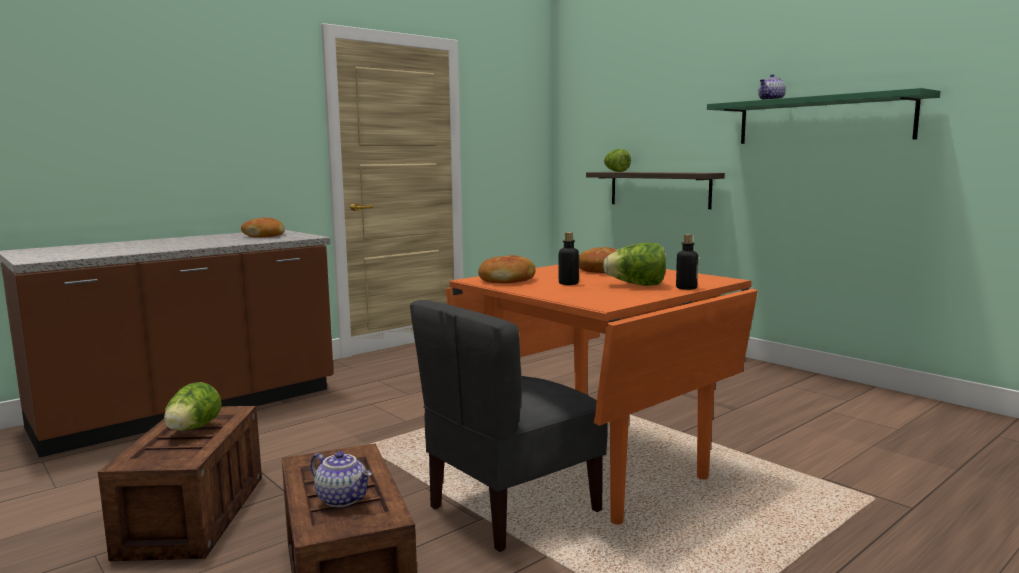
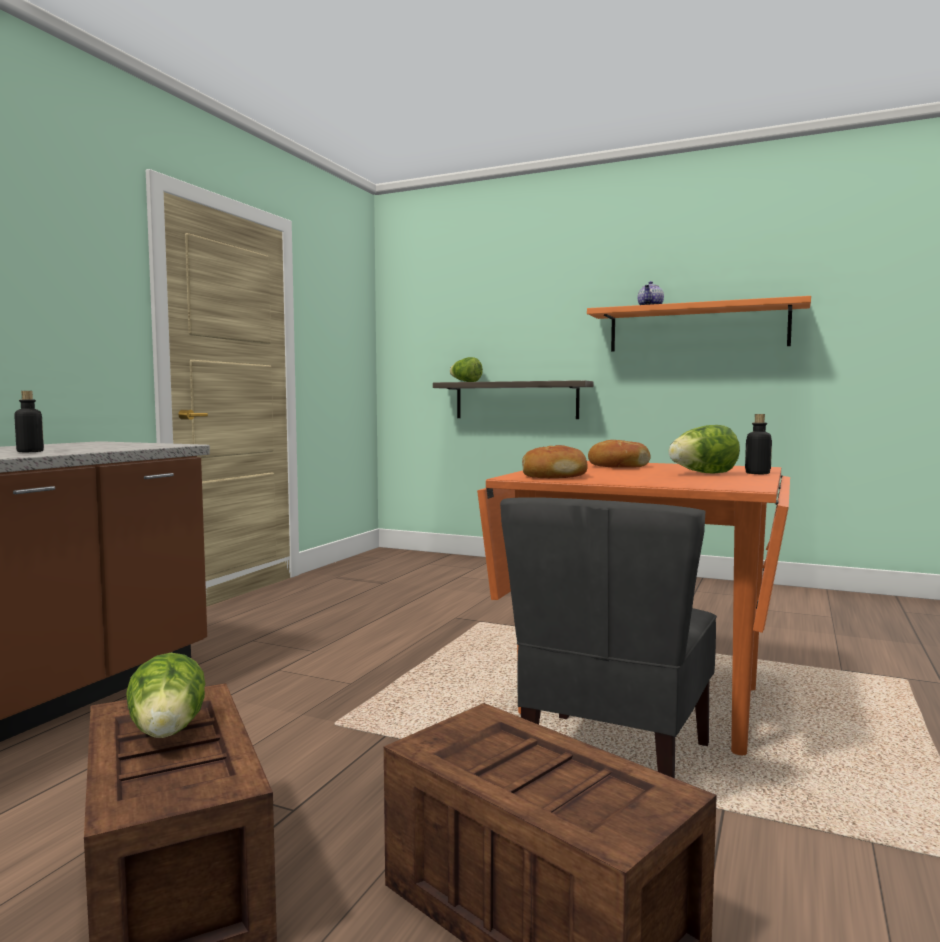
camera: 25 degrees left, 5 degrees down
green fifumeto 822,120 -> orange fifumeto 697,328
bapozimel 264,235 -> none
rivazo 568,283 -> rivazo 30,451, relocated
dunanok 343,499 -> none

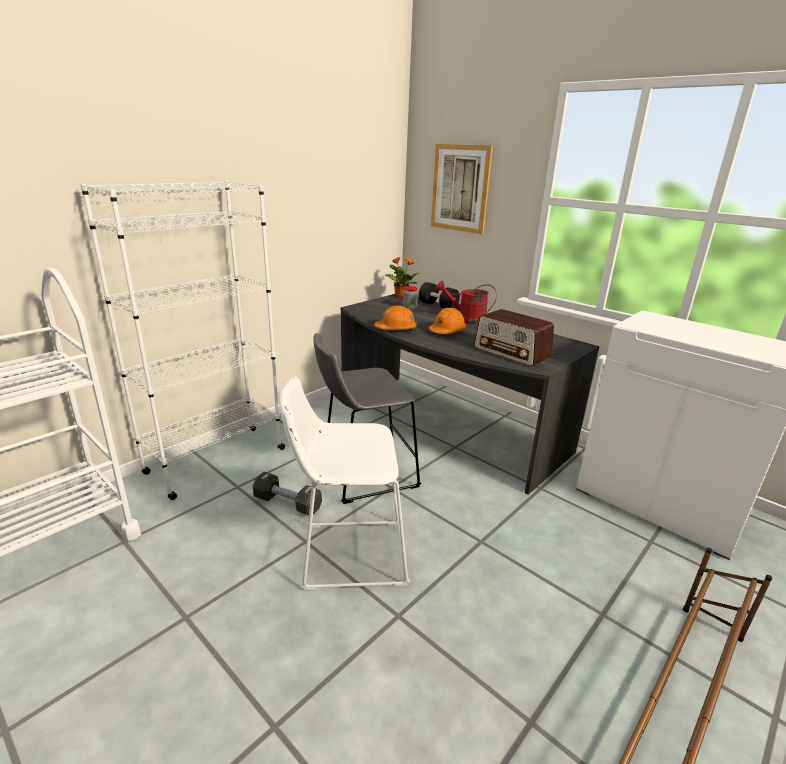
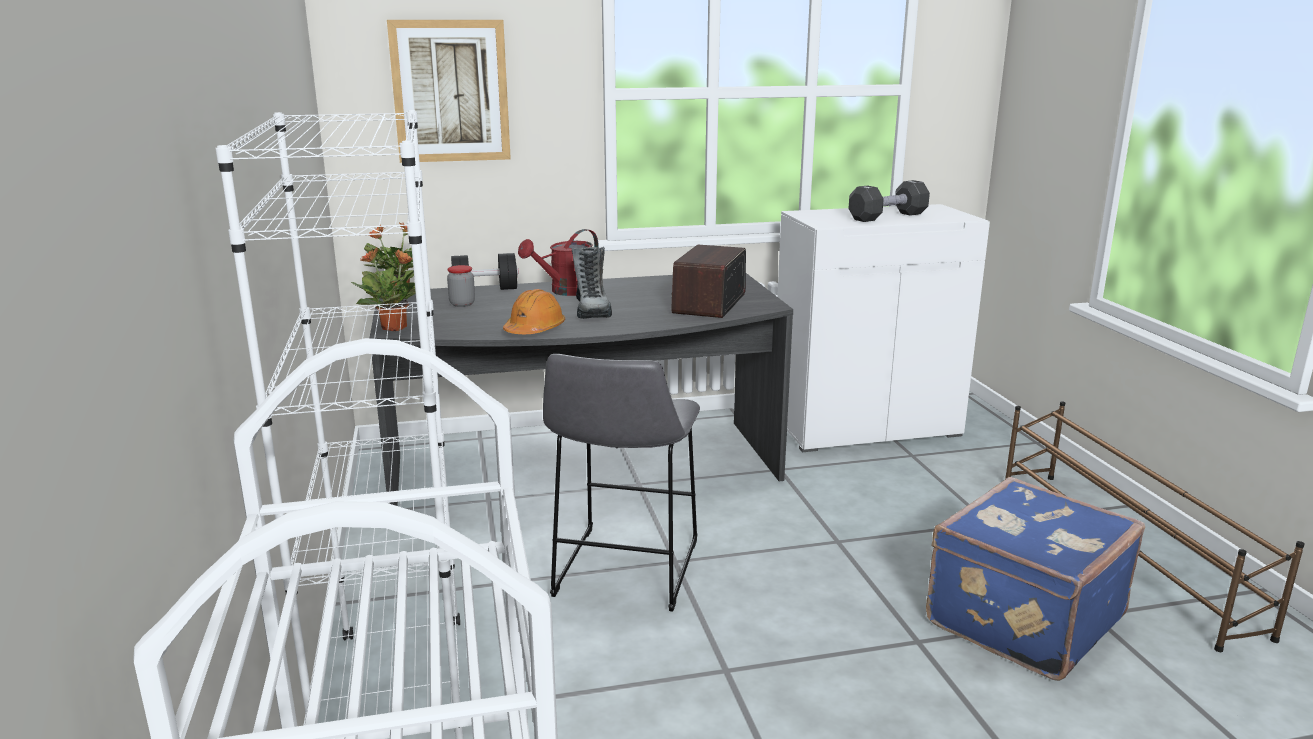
camera: 55 degrees left, 5 degrees down
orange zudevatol 447,331 -> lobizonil 592,310
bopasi 512,352 -> bopasi 709,303, 120 degrees clockwise
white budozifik 347,553 -> none
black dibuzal 287,503 -> black dibuzal 887,217, relocated
none -> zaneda 395,328
none -> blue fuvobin 1020,619

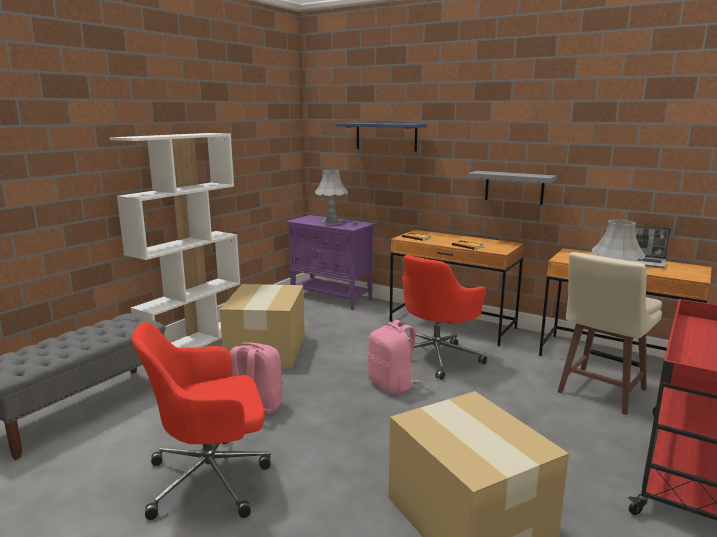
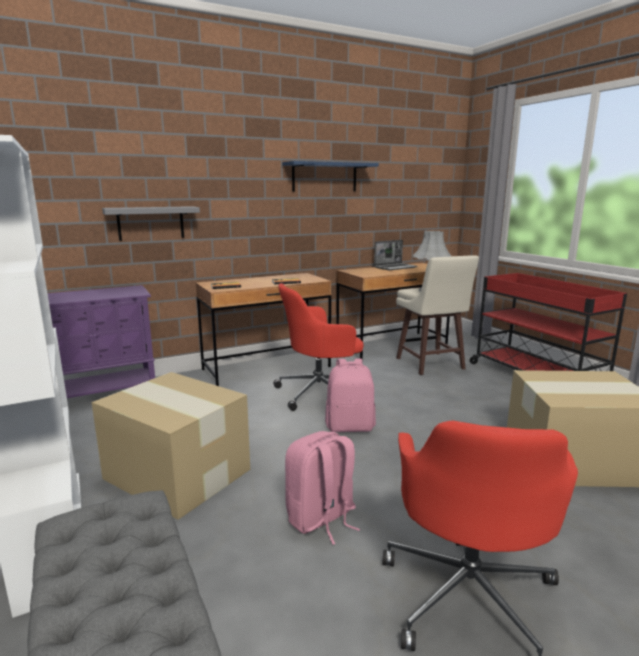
camera: 60 degrees left, 0 degrees up
blue fifumeto 386,136 -> blue fifumeto 324,177, relocated
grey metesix 331,223 -> none
grey fifumeto 514,187 -> grey fifumeto 151,223, relocated
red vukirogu 437,357 -> red vukirogu 320,393, 90 degrees clockwise

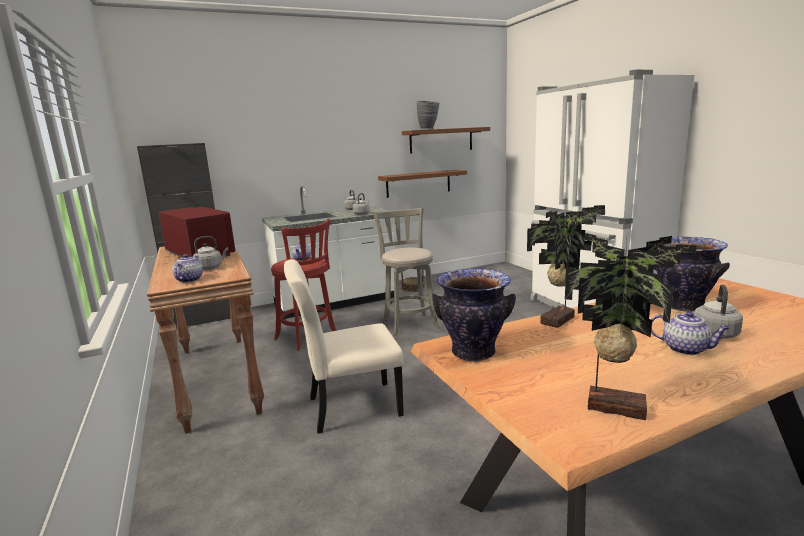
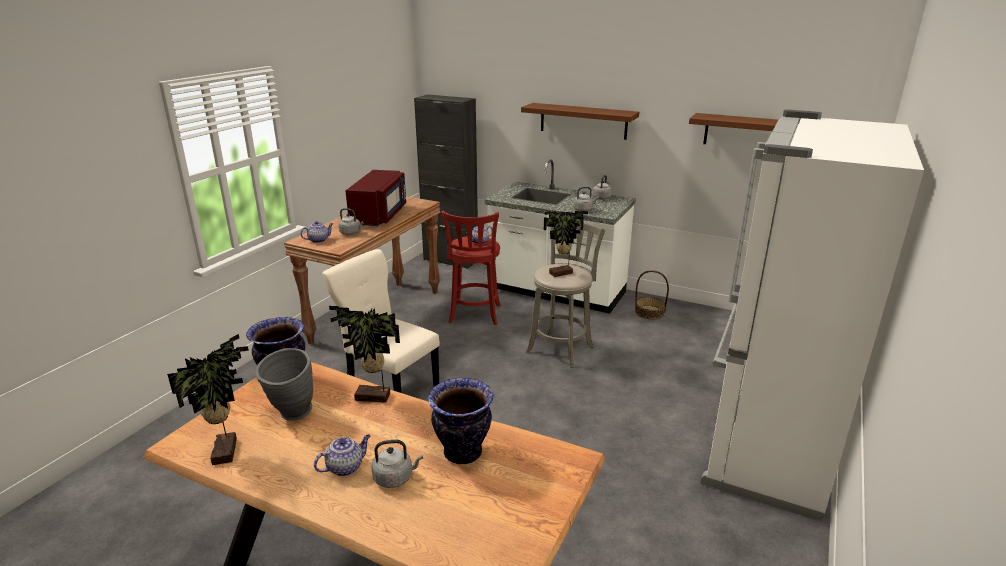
camera: 50 degrees right, 10 degrees up
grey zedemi 429,129 -> grey zedemi 292,416, relocated
brown fifumeto 418,183 -> brown fifumeto 583,121, relocated
dunanok 686,349 -> dunanok 345,467, 120 degrees counterclockwise
none -> zaneda 562,274

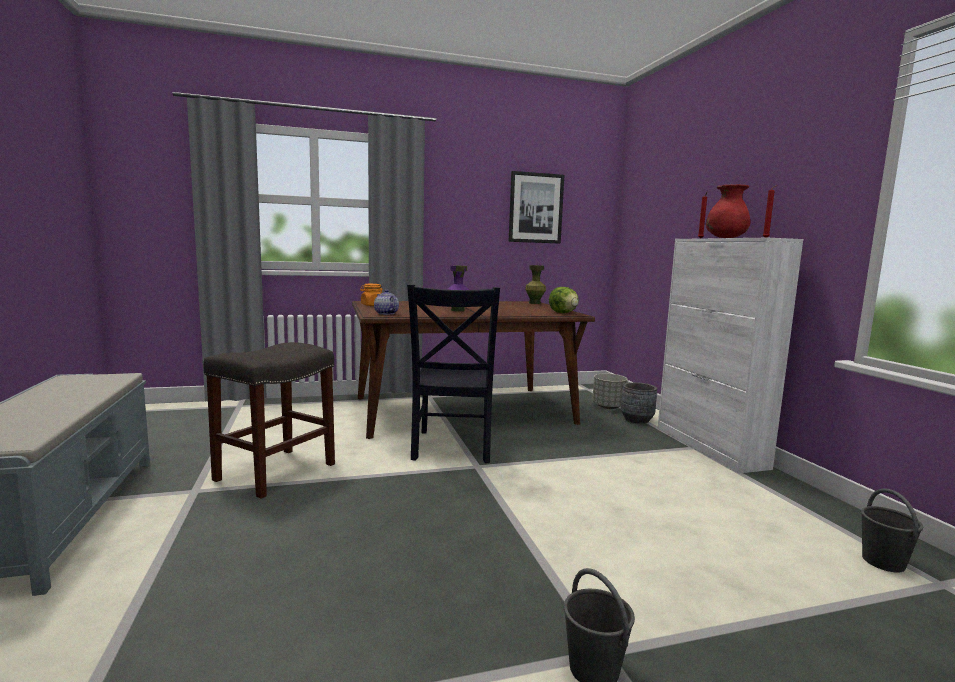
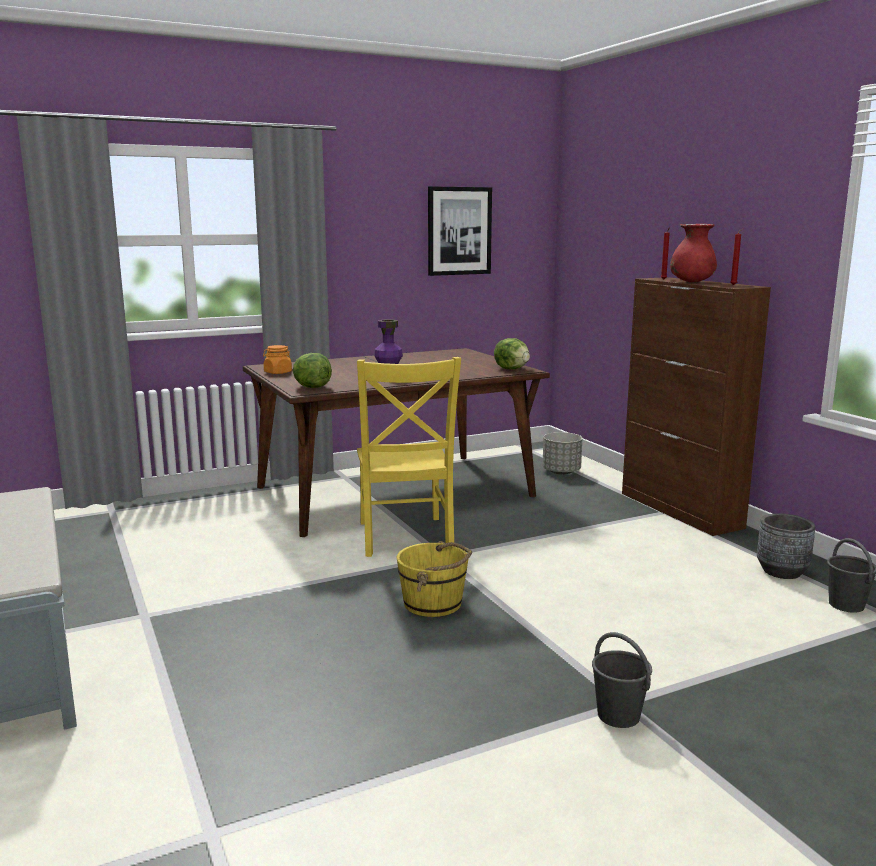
camera: 10 degrees left, 5 degrees up
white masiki 709,447 -> brown masiki 680,510
green zedemi 535,303 -> none
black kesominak 451,448 -> yellow kesominak 404,538
dunanok 385,313 -> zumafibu 311,387
grey budozifik 276,471 -> none
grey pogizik 637,420 -> grey pogizik 782,571, relocated
none -> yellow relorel 434,603

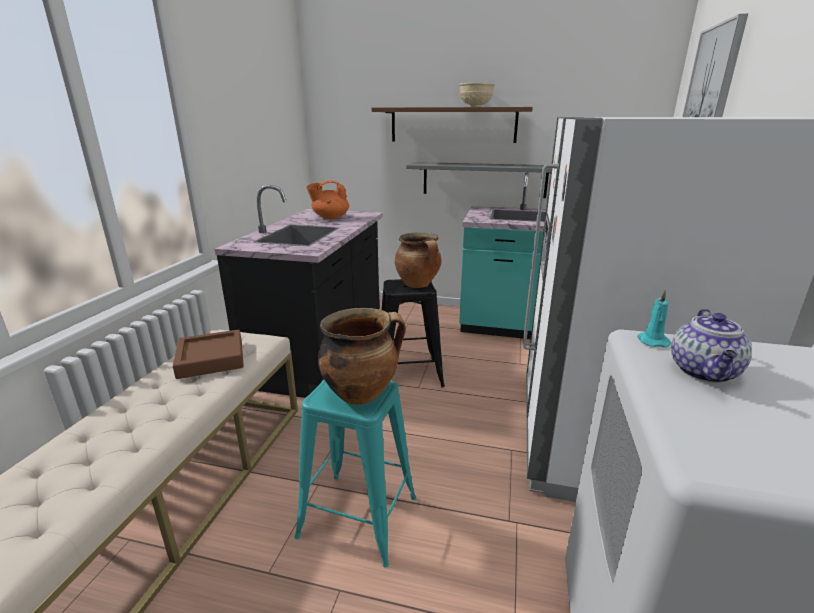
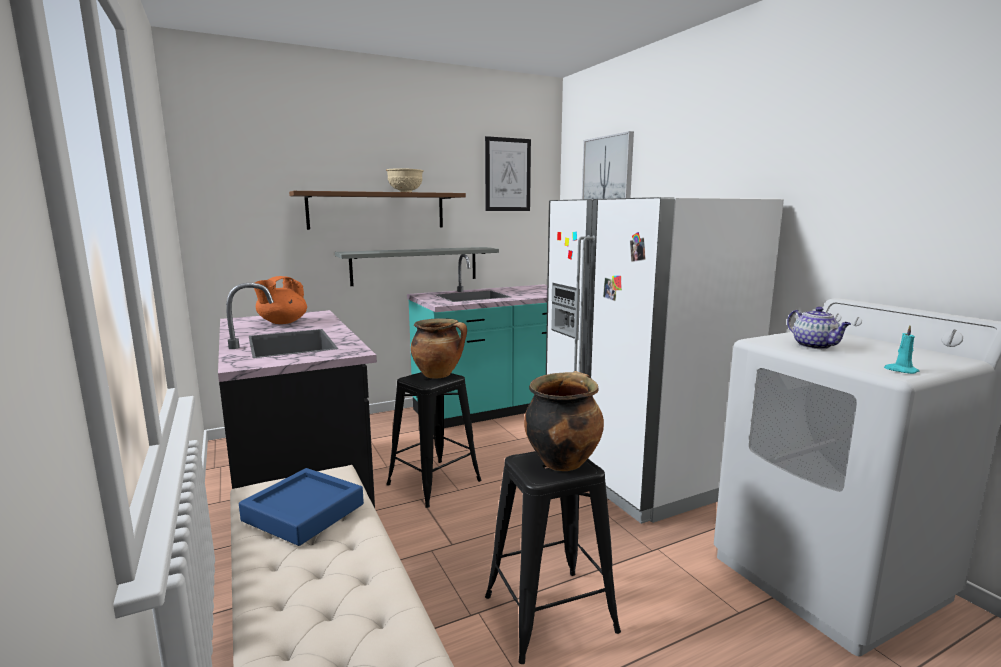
camera: 40 degrees left, 10 degrees down
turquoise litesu 652,341 -> turquoise litesu 900,370, relocated
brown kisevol 211,359 -> blue kisevol 304,512
turquoise budozifik 357,516 -> black budozifik 549,614
none -> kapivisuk 507,175

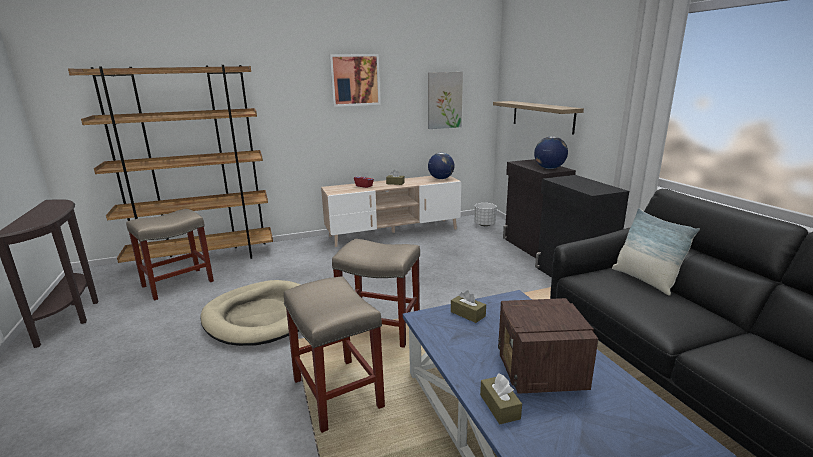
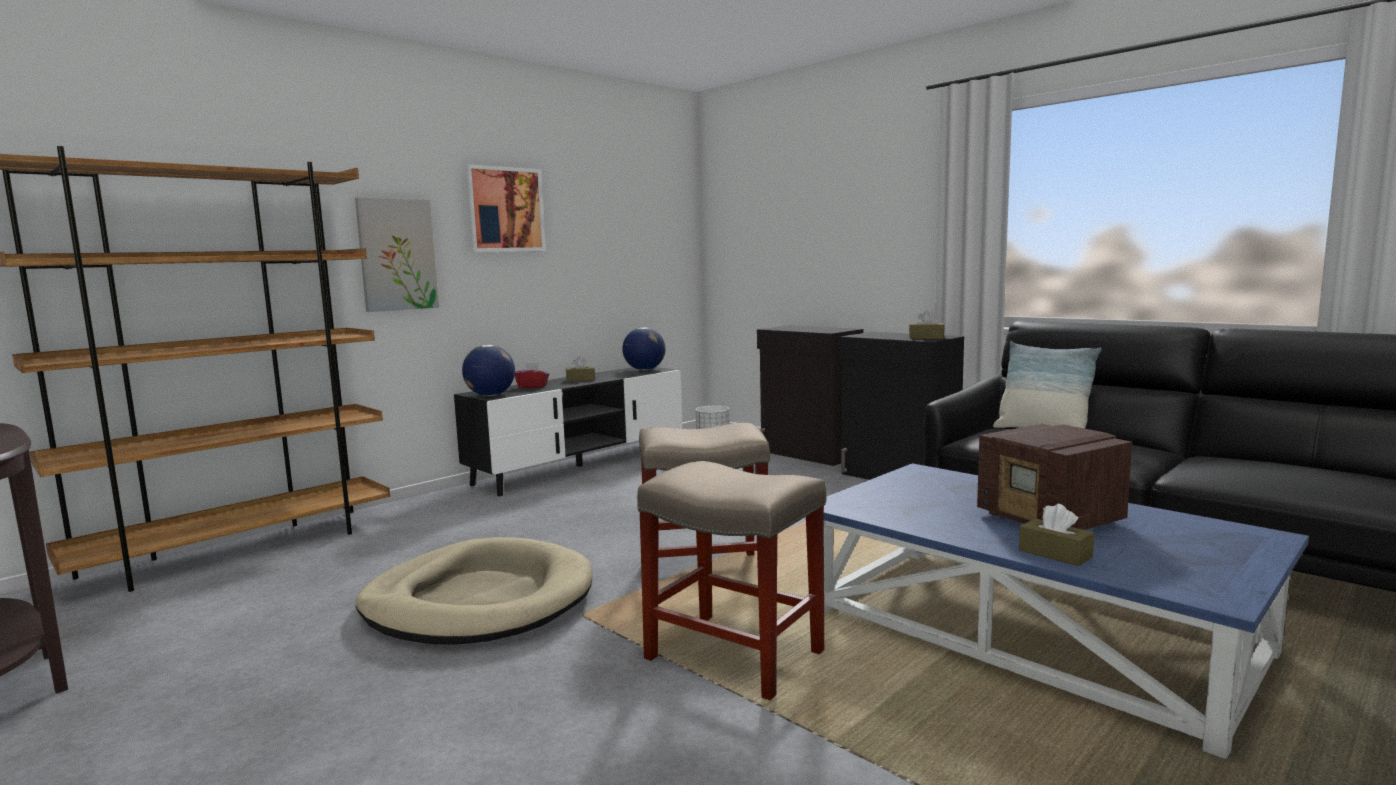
camera: 25 degrees left, 10 degrees down
kapivisuk 444,100 -> kapivisuk 397,255, relocated
fifumeto 542,116 -> none
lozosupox 549,168 -> lozosupox 490,395, relocated
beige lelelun 393,232 -> black lelelun 581,466
beige budozifik 179,283 -> none
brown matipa 467,314 -> brown matipa 926,338, relocated

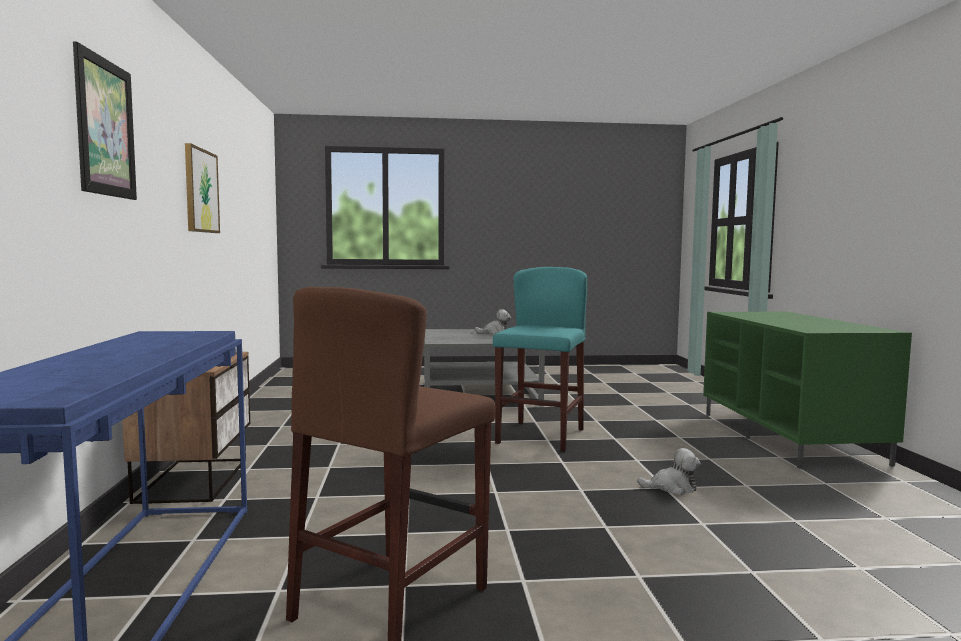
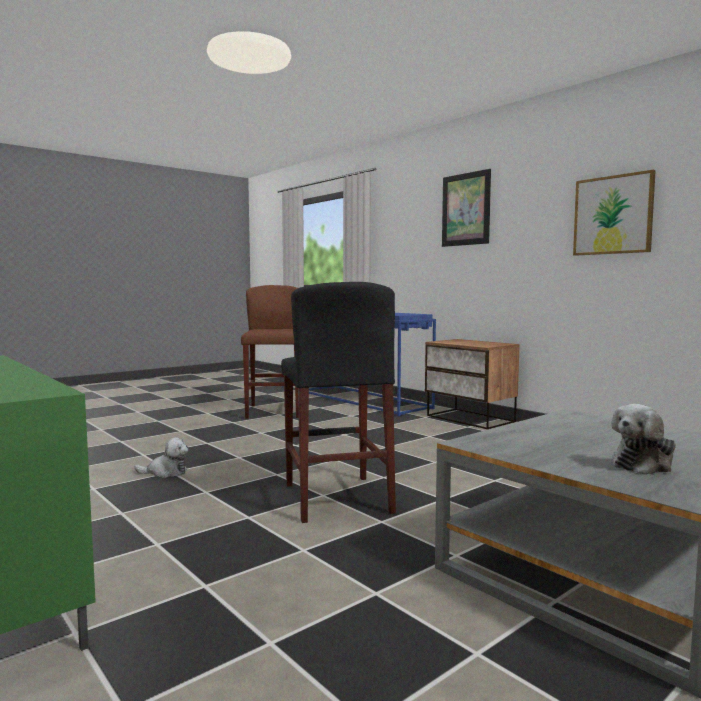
camera: 145 degrees right, 0 degrees up
turquoise budozifik 540,436 -> black budozifik 336,498
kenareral 672,488 -> kenareral 165,472, 150 degrees counterclockwise

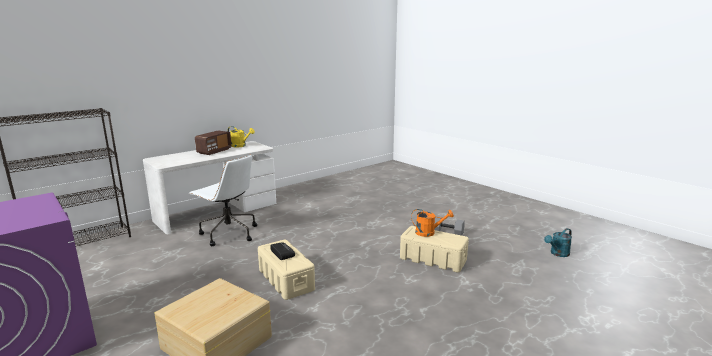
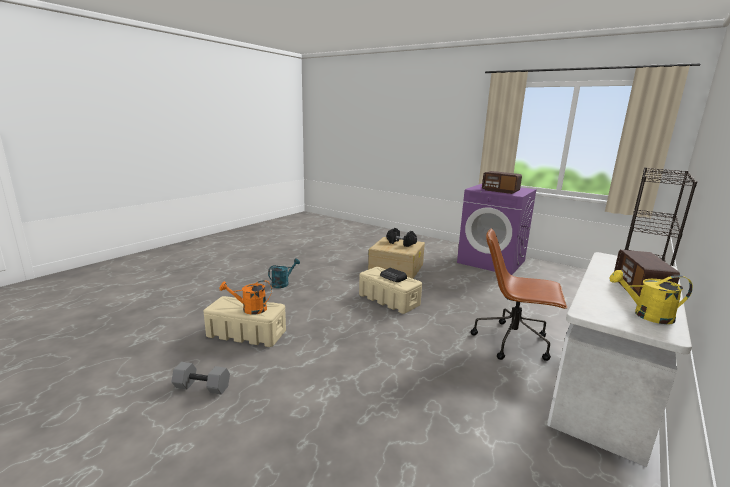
camera: 165 degrees right, 0 degrees up
white vukirogu 228,234 -> brown vukirogu 513,342
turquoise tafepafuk 557,254 -> turquoise tafepafuk 283,283, relocated
none -> bopasi 500,191
none -> black dibuzal 401,243

